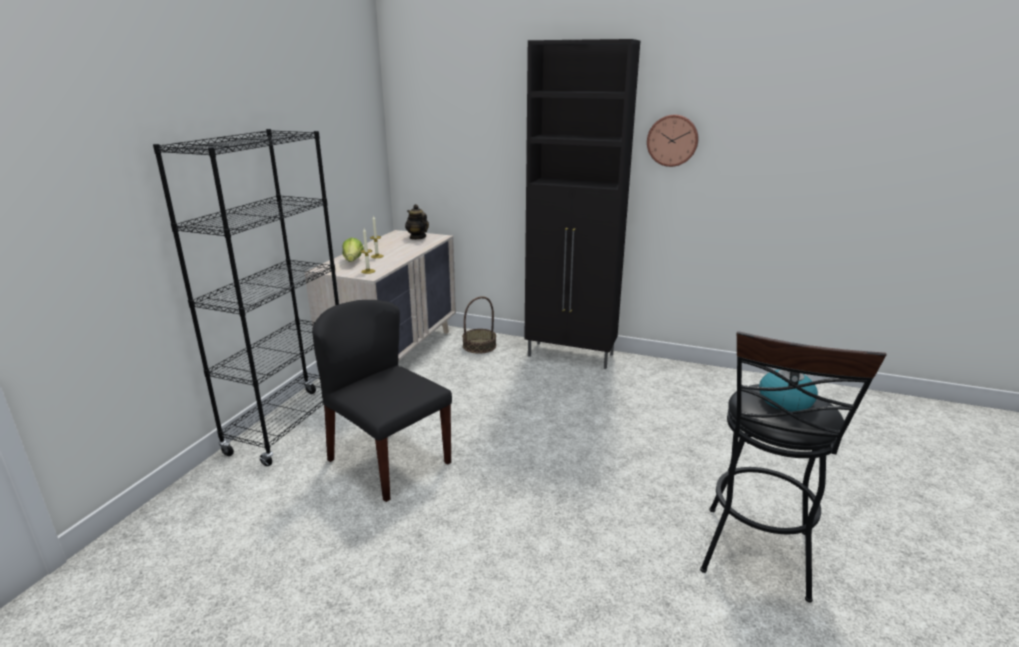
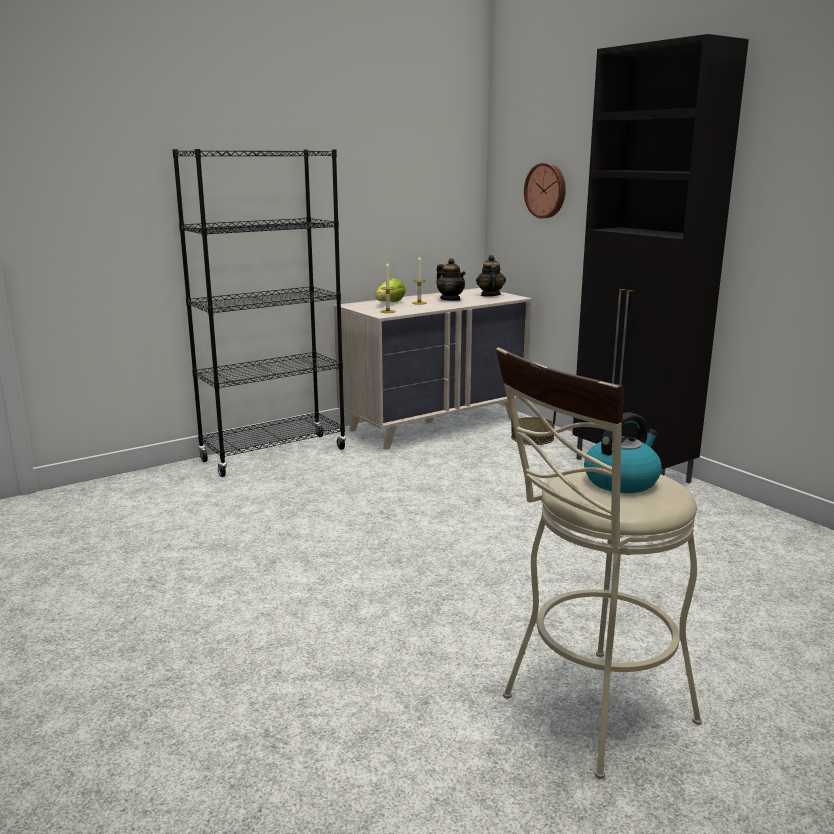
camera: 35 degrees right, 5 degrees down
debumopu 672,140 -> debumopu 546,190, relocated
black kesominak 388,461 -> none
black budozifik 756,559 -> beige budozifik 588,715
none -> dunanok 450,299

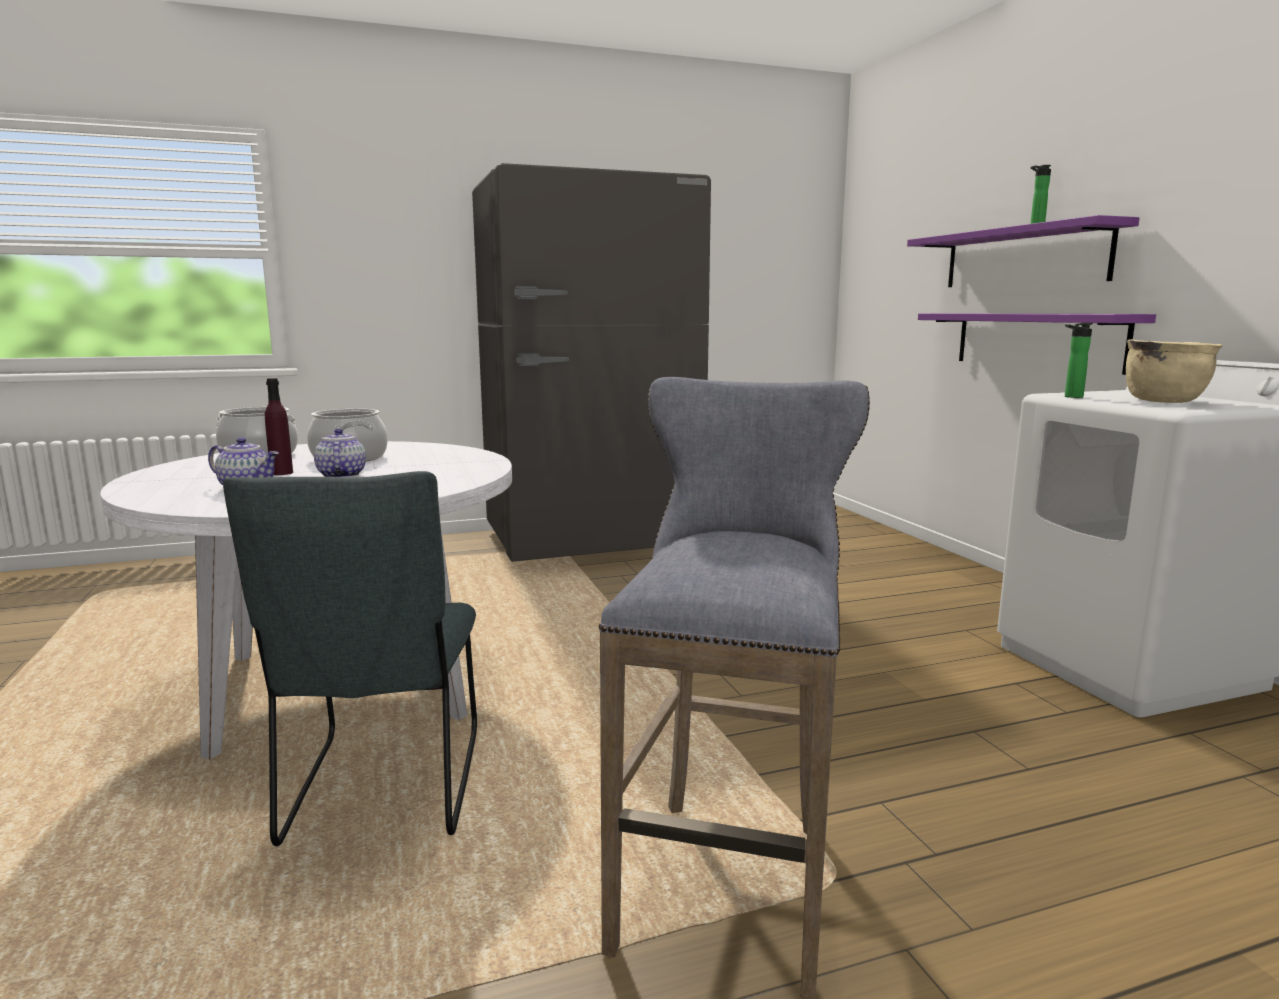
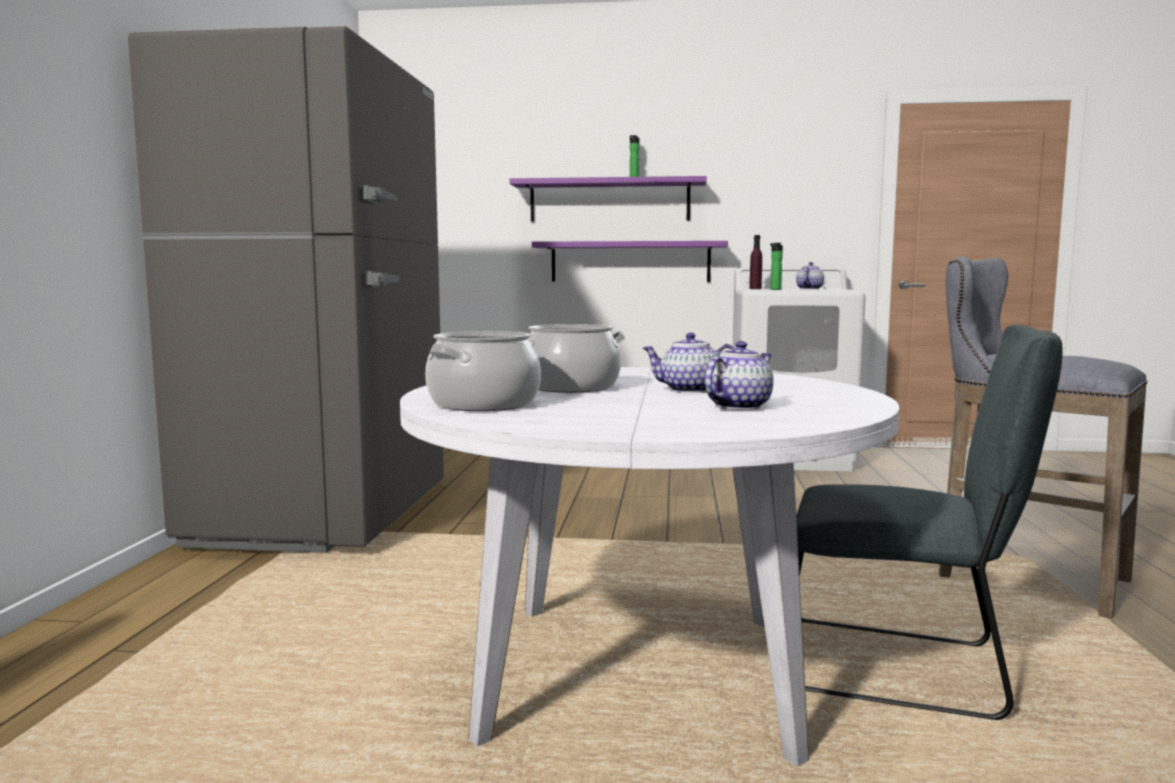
camera: 65 degrees left, 5 degrees down
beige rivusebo 1163,401 -> dunanok 809,289
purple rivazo 281,473 -> purple rivazo 755,289, relocated

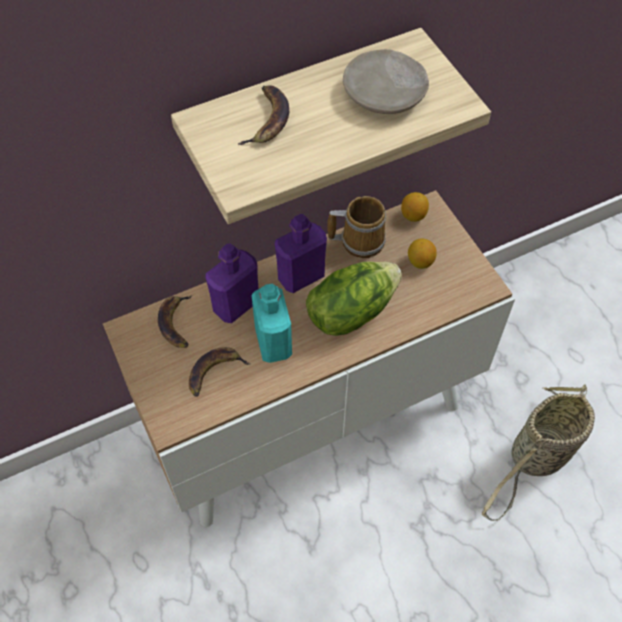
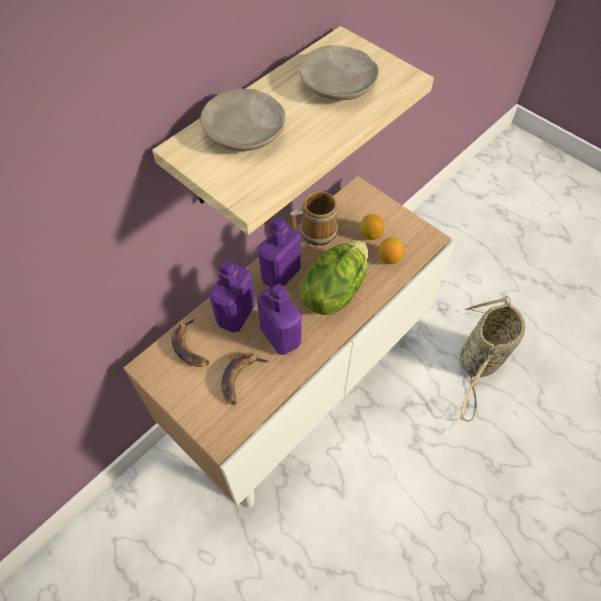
camera: 20 degrees left, 0 degrees up
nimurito 267,119 -> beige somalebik 245,131
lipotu 413,215 -> lipotu 389,258, relocated
turquoise rivazo 273,342 -> purple rivazo 280,336

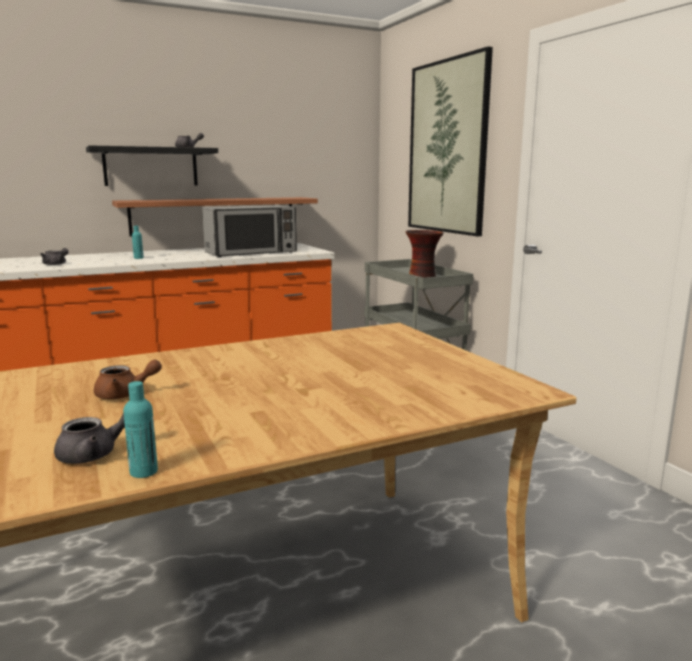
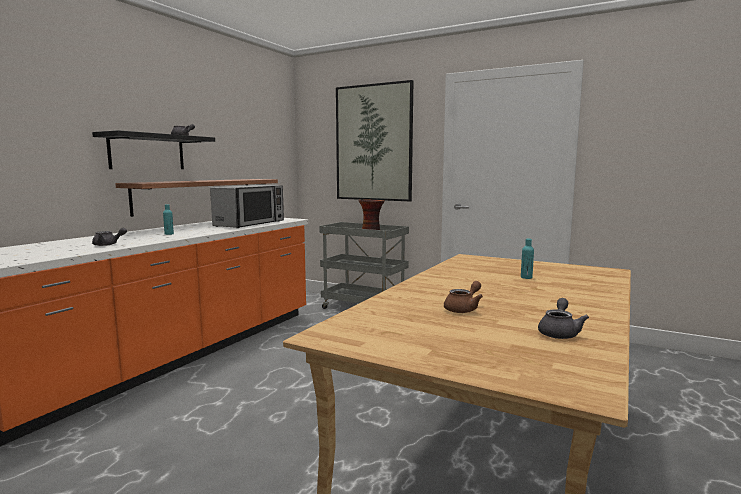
camera: 35 degrees left, 5 degrees down
turquoise rivazo 144,472 -> turquoise rivazo 526,277, relocated

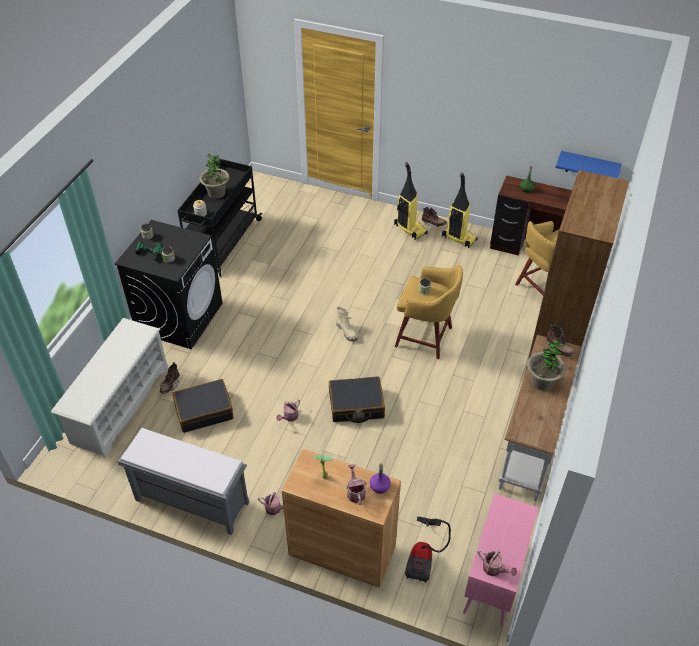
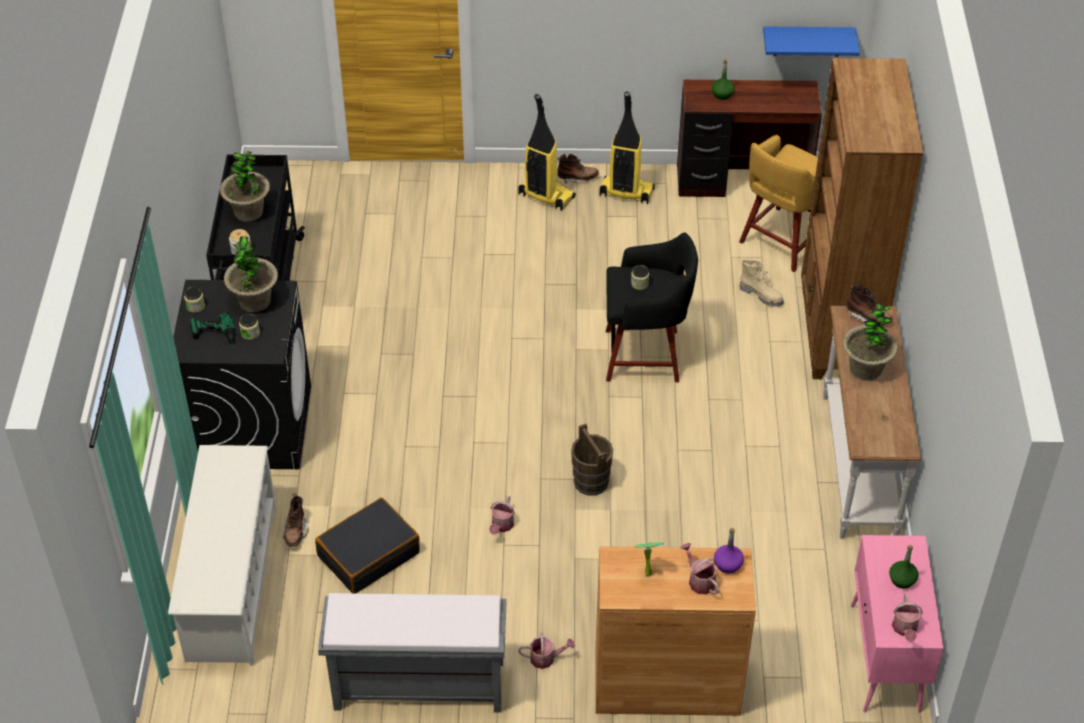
camera: 20 degrees left, 0 degrees up
yellow budozifik 425,338 -> black budozifik 645,356
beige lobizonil 347,332 -> beige lobizonil 761,295, relocated
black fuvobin 356,405 -> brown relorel 591,481
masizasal 424,556 -> none
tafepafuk 494,569 -> tafepafuk 905,629, 75 degrees clockwise
none -> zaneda 254,301
none -> green rivazo 902,579

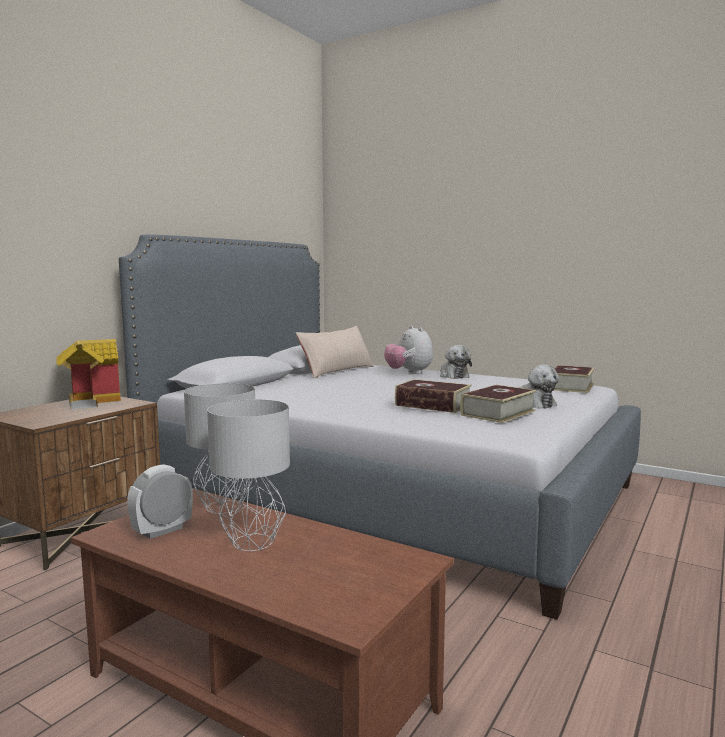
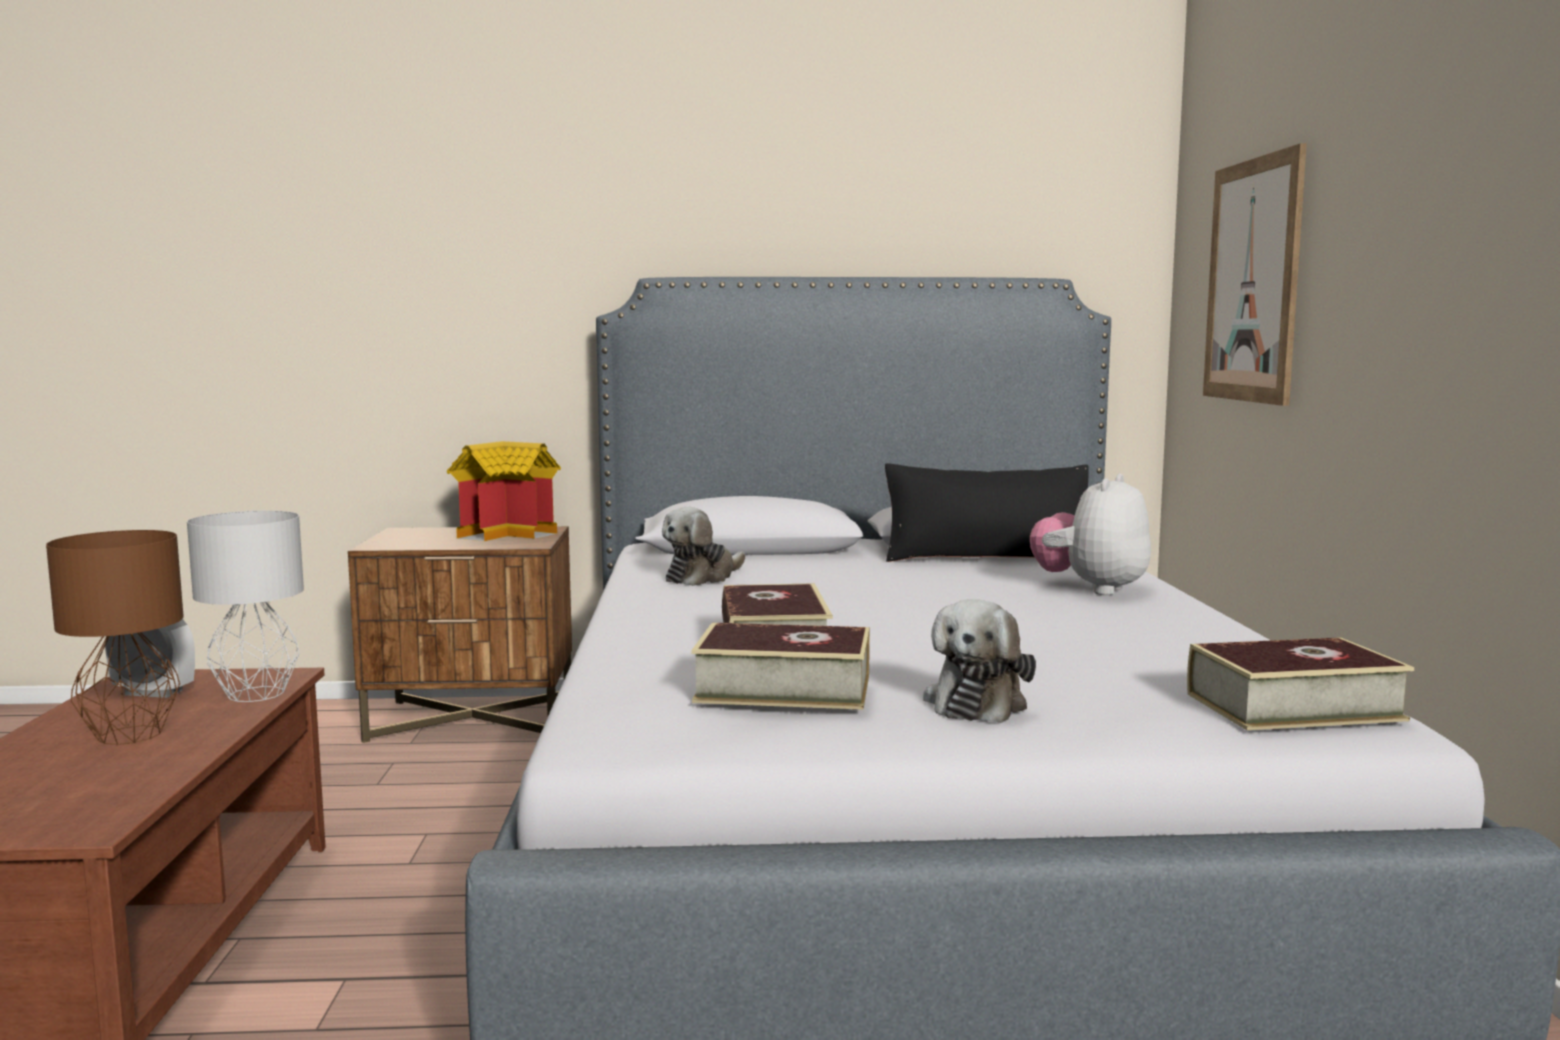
camera: 55 degrees right, 0 degrees up
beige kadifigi 337,371 -> black kadifigi 987,558
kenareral 453,375 -> kenareral 702,577, relocated
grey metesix 254,541 -> brown metesix 132,735
none -> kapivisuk 1252,281

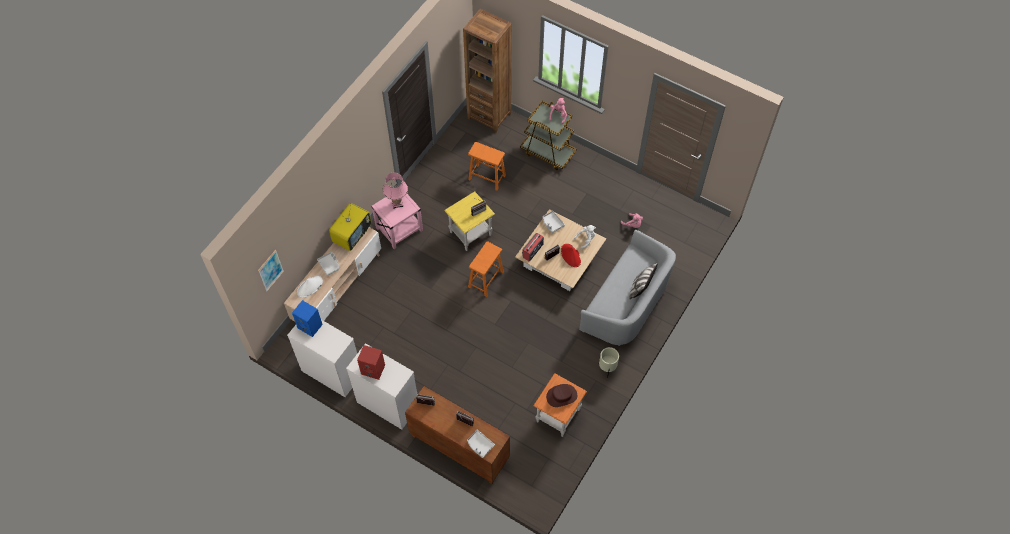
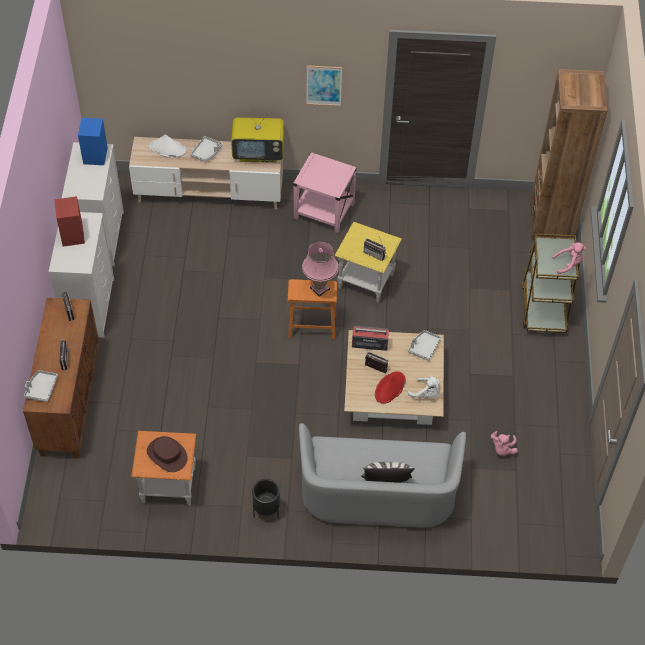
camera: 60 degrees right, 5 degrees down
orange budozifik 487,177 -> none
pink metesix 397,203 -> pink metesix 320,288, relocated
kapivisuk 270,270 -> kapivisuk 324,85, relocated
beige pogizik 607,368 -> black pogizik 266,511

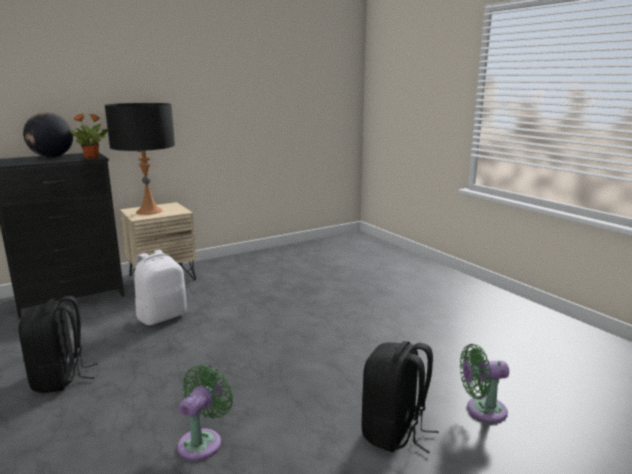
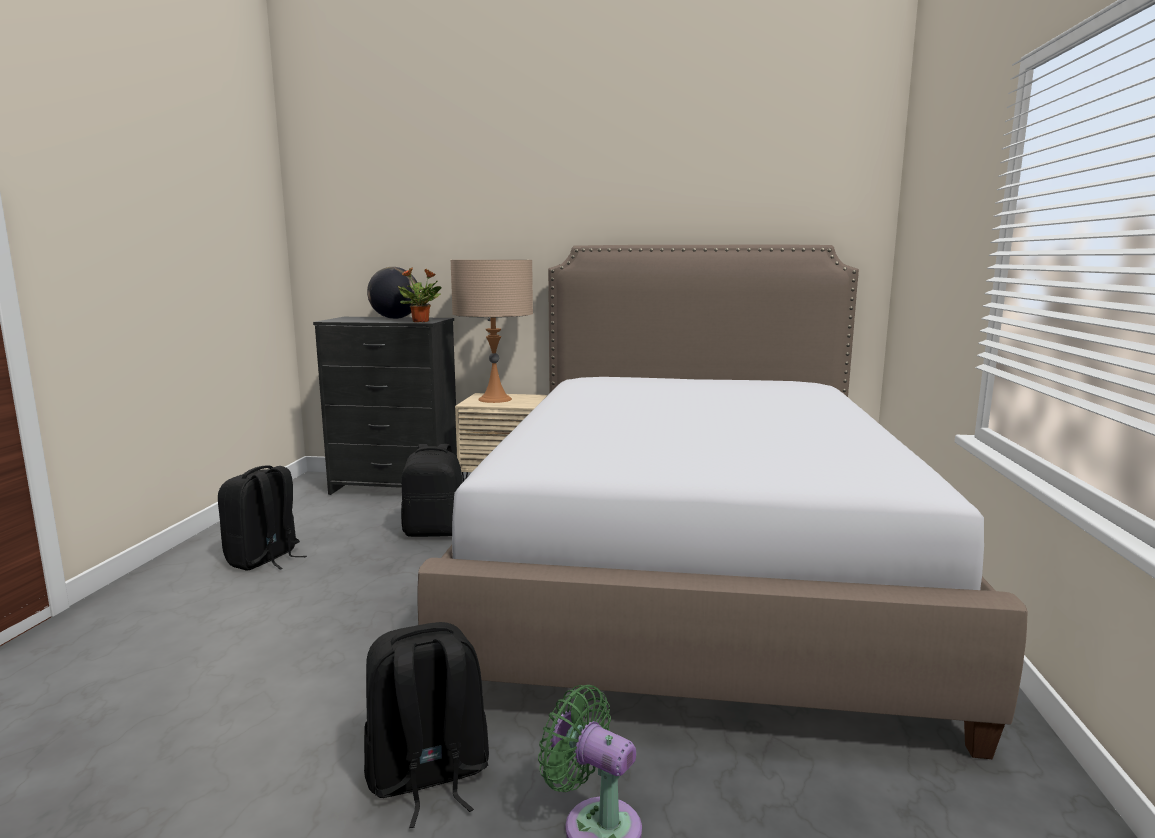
camera: 40 degrees right, 5 degrees down
black metesix 149,211 -> beige metesix 495,399
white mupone 162,316 -> black mupone 435,532
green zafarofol 203,441 -> none
none -> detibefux 694,570

